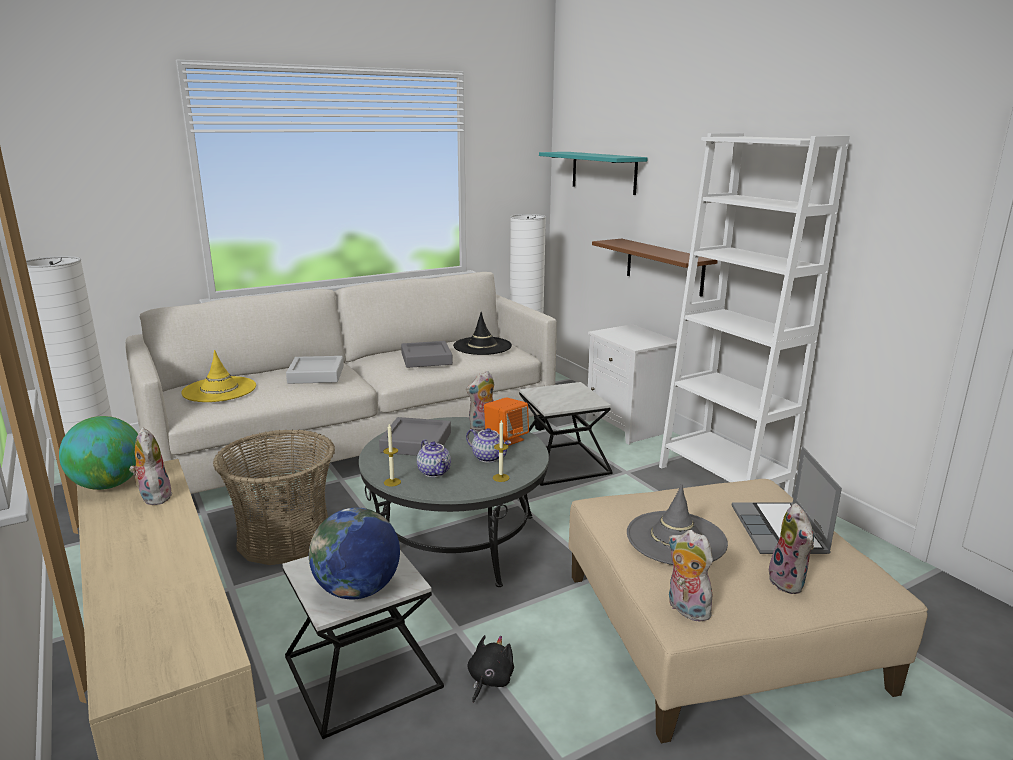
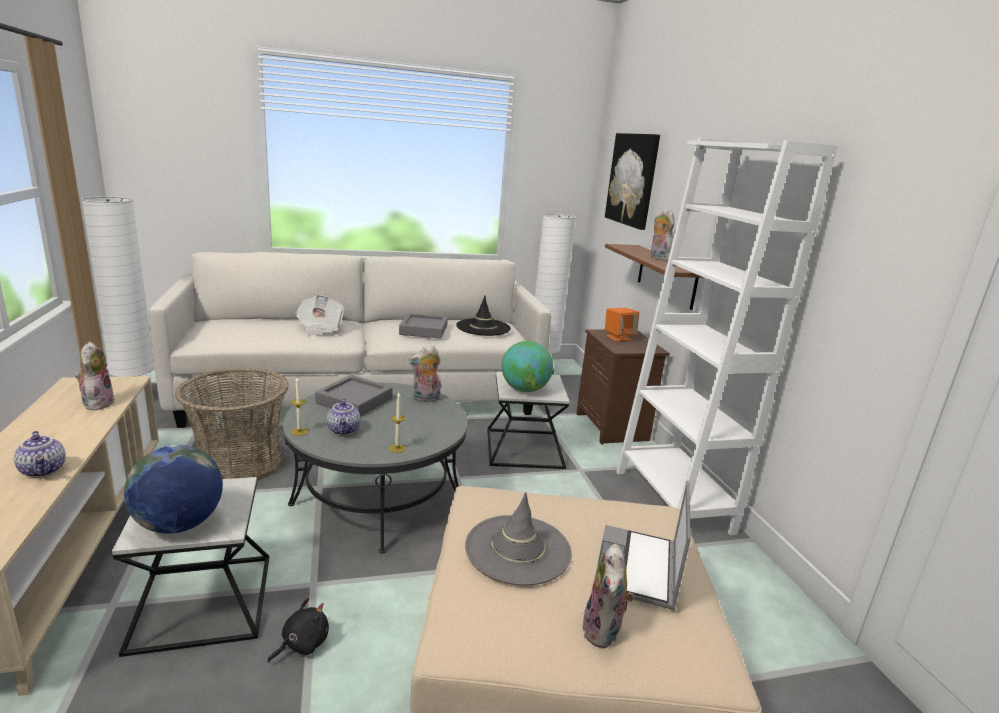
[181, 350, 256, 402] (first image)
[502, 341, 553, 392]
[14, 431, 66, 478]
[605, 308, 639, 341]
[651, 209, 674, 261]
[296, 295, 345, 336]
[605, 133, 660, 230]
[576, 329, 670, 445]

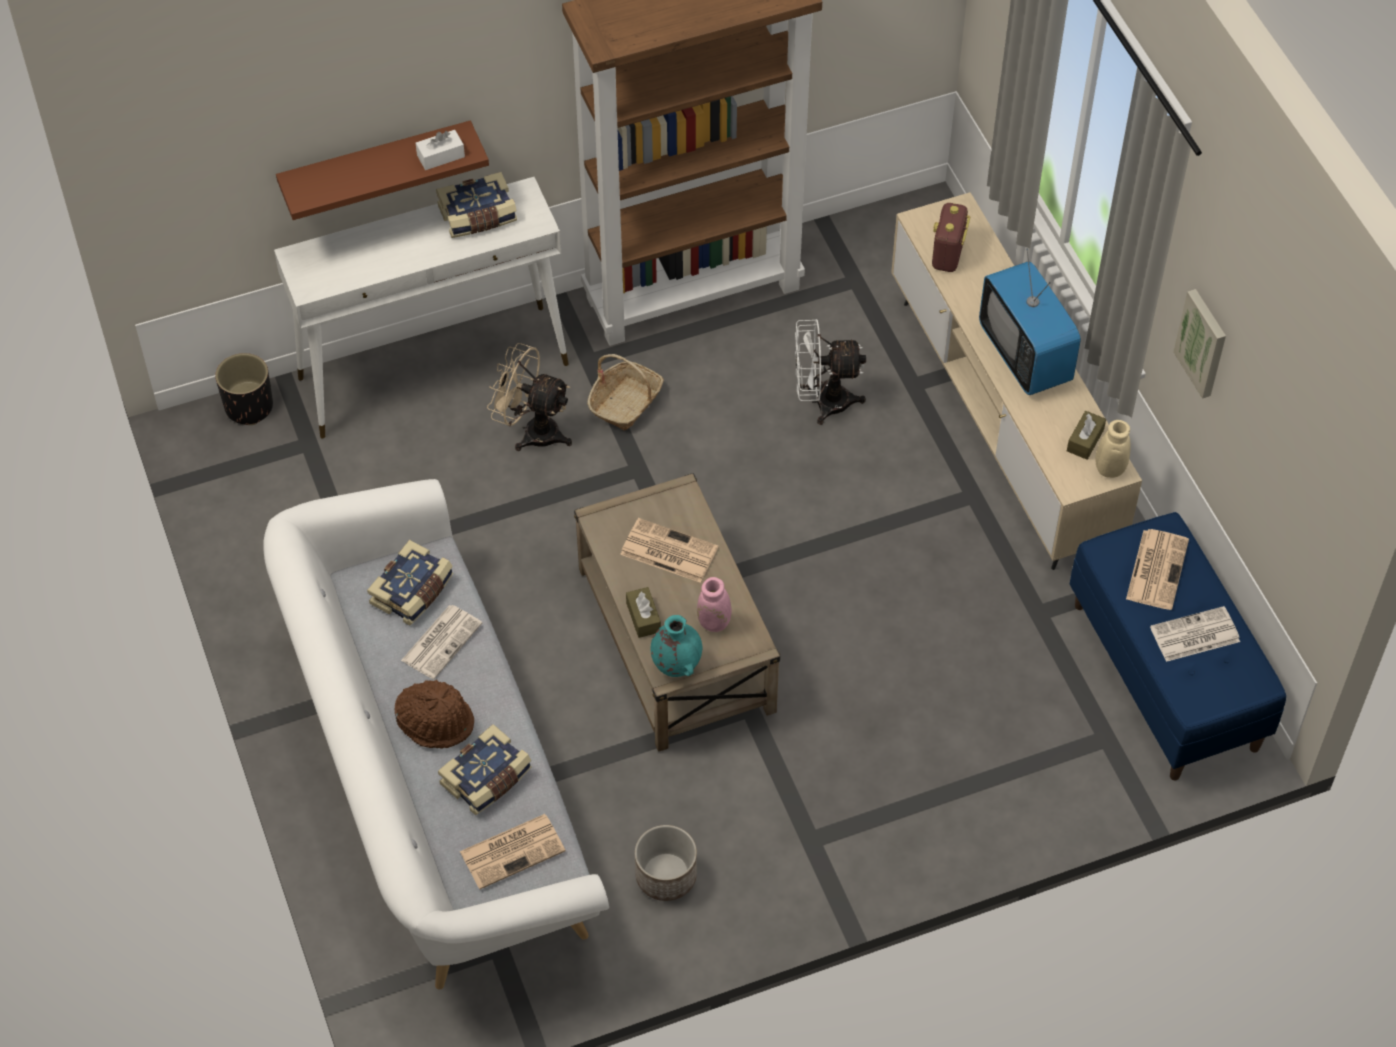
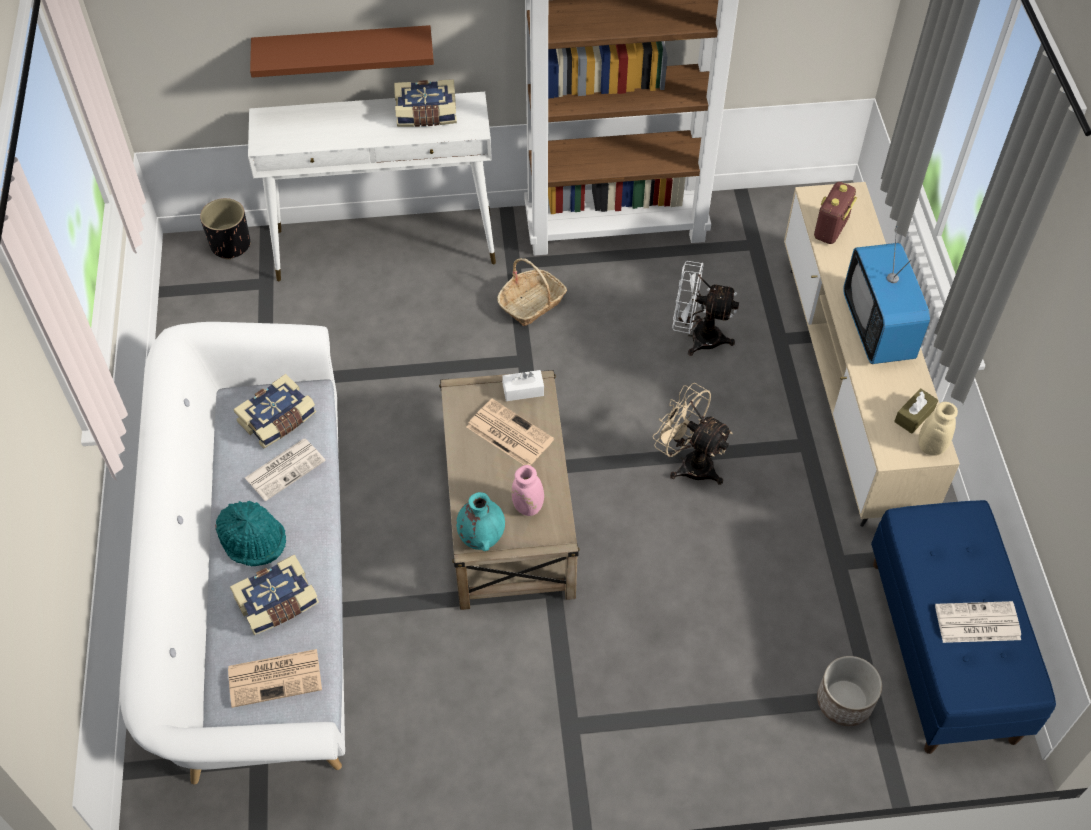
[626, 587, 661, 638] (first image)
[1126, 529, 1189, 610] (first image)
[1173, 289, 1226, 399] (first image)
[502, 370, 544, 401]
[652, 383, 733, 485]
[817, 656, 882, 726]
[215, 500, 286, 566]

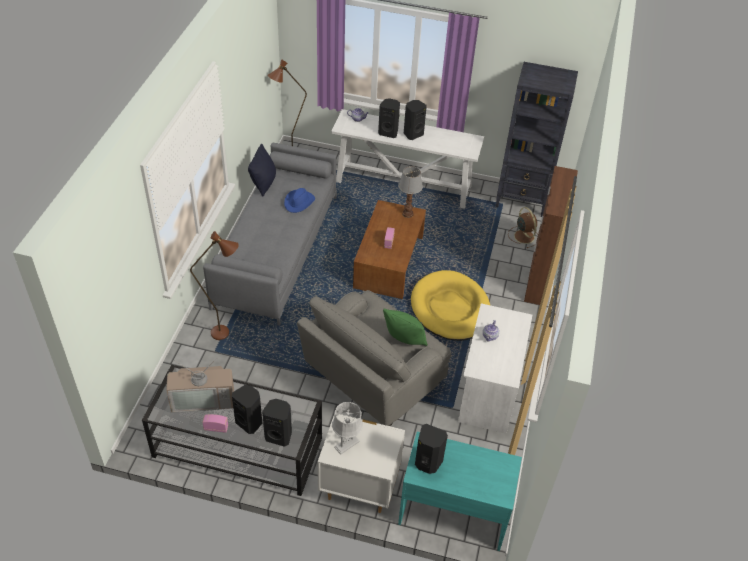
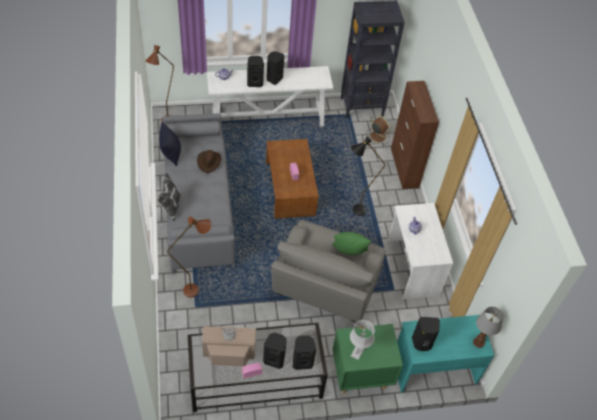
[158, 173, 181, 221]
[473, 307, 503, 348]
[351, 136, 385, 216]
[197, 150, 221, 173]
[332, 324, 403, 393]
[202, 321, 256, 366]

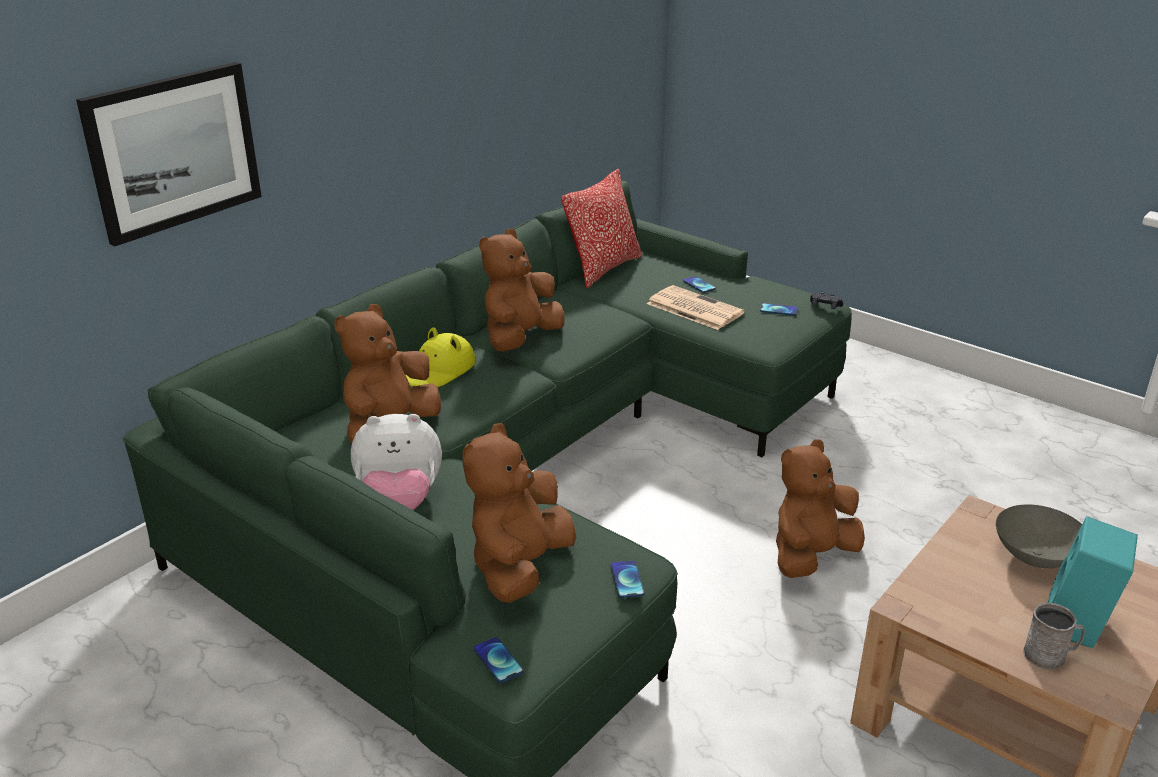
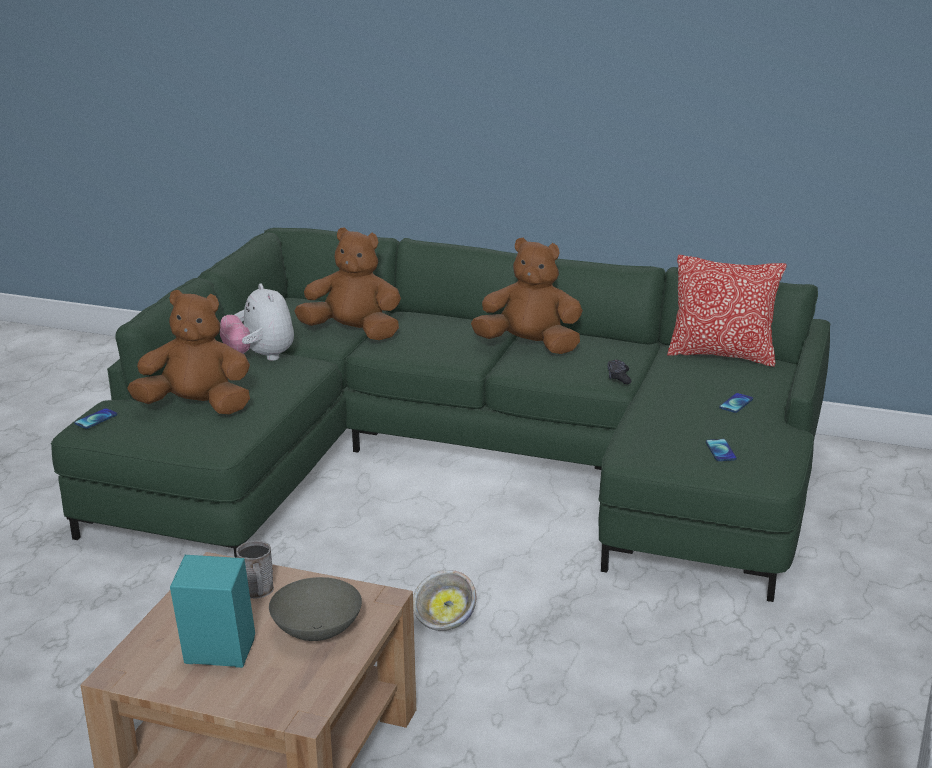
[76, 62, 262, 246] (first image)
[405, 328, 476, 387] (first image)
[611, 560, 645, 598] (first image)
[647, 285, 745, 330] (first image)
[608, 360, 632, 384]
[236, 540, 274, 599]
[413, 570, 476, 631]

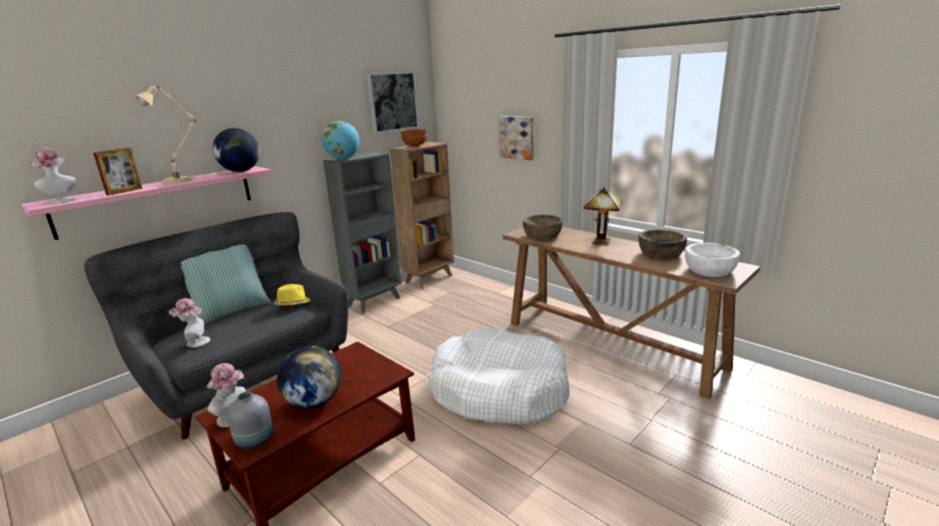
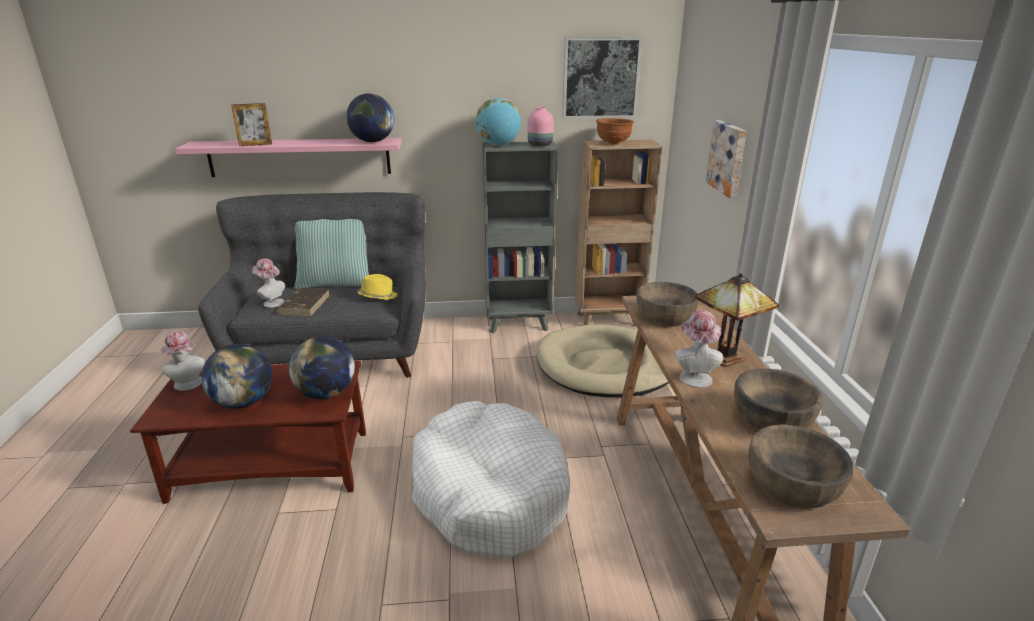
[135, 85, 196, 184] (first image)
[227, 392, 273, 450] (first image)
[276, 288, 330, 316]
[289, 336, 355, 399]
[528, 107, 554, 146]
[536, 325, 669, 397]
[675, 310, 723, 388]
[748, 424, 853, 509]

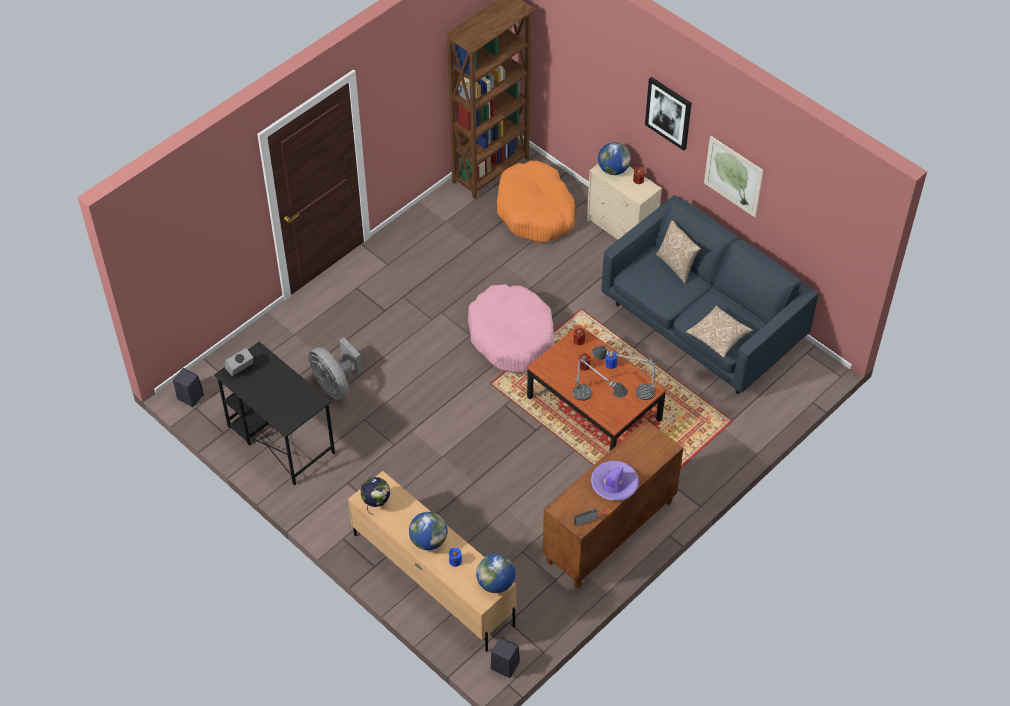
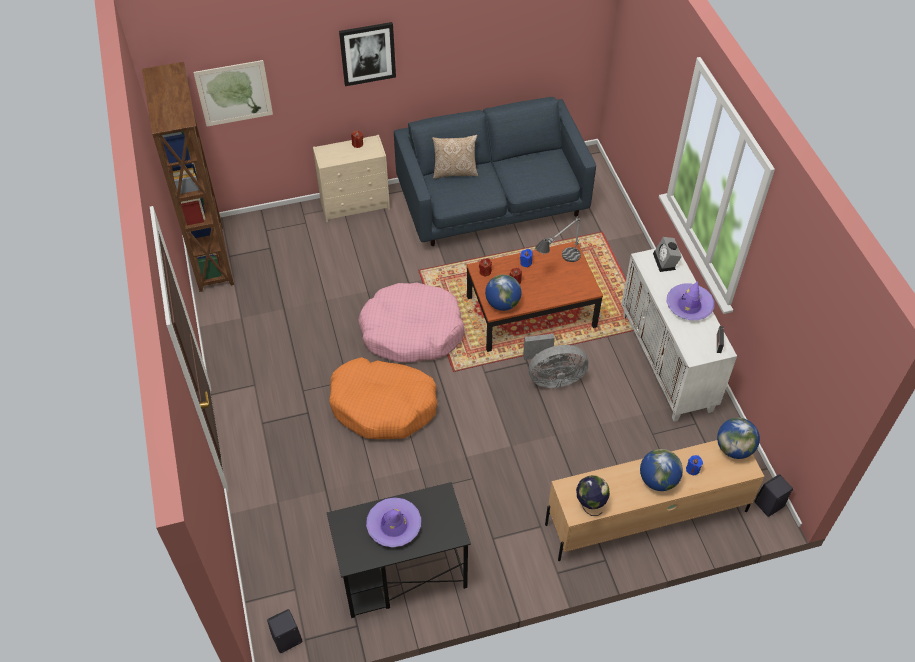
[573, 358, 628, 401] (first image)
[686, 305, 753, 358] (first image)
[366, 497, 421, 547]
[653, 237, 682, 272]
[523, 334, 588, 388]
[329, 357, 438, 439]
[485, 274, 522, 311]
[193, 60, 273, 127]
[621, 249, 737, 421]

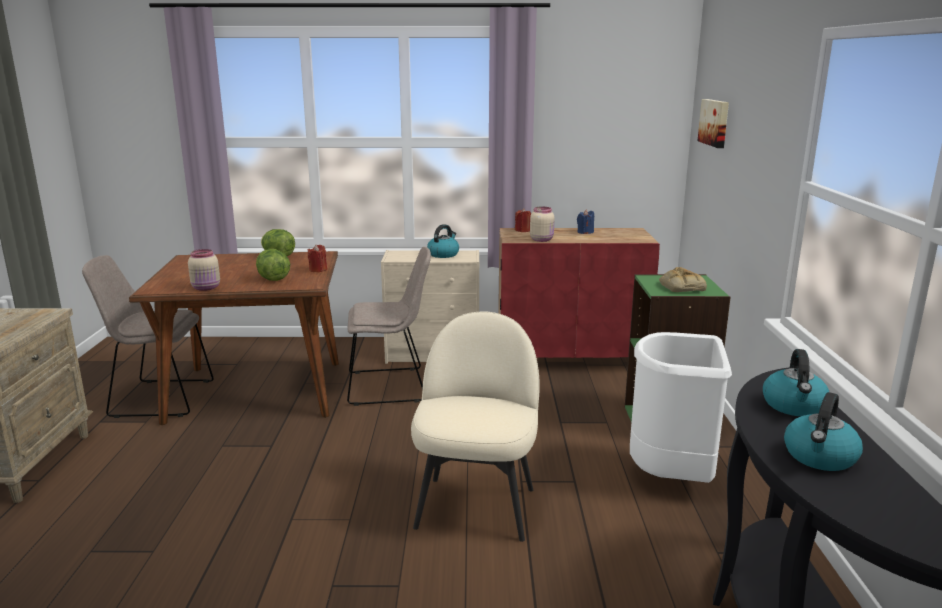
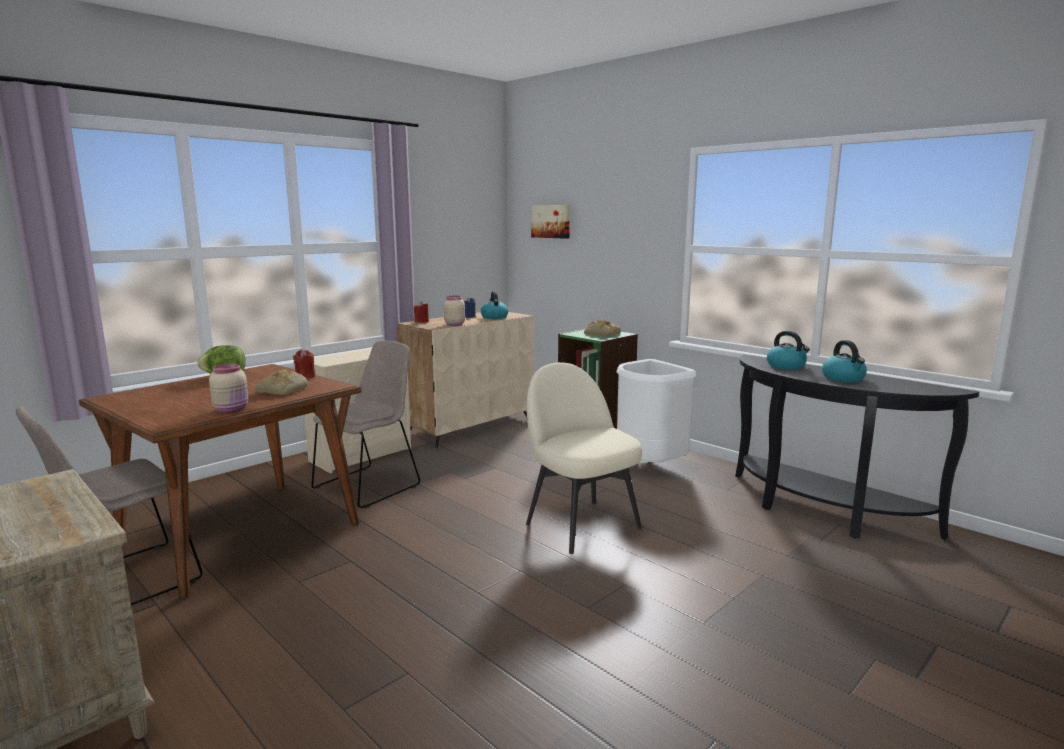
[481, 291, 508, 319]
[255, 369, 308, 395]
[397, 312, 535, 448]

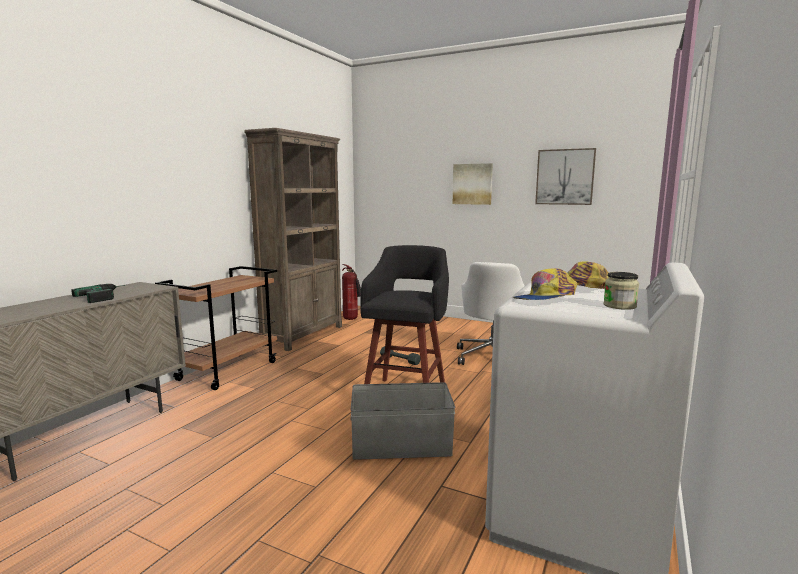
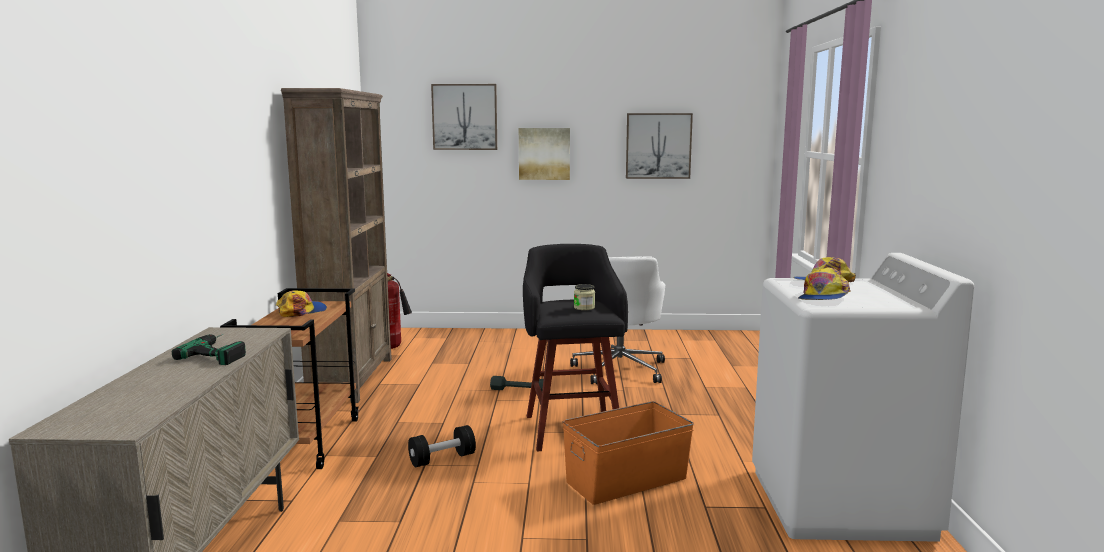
[276, 290, 327, 317]
[408, 425, 476, 467]
[431, 84, 497, 150]
[574, 284, 595, 310]
[562, 401, 694, 505]

